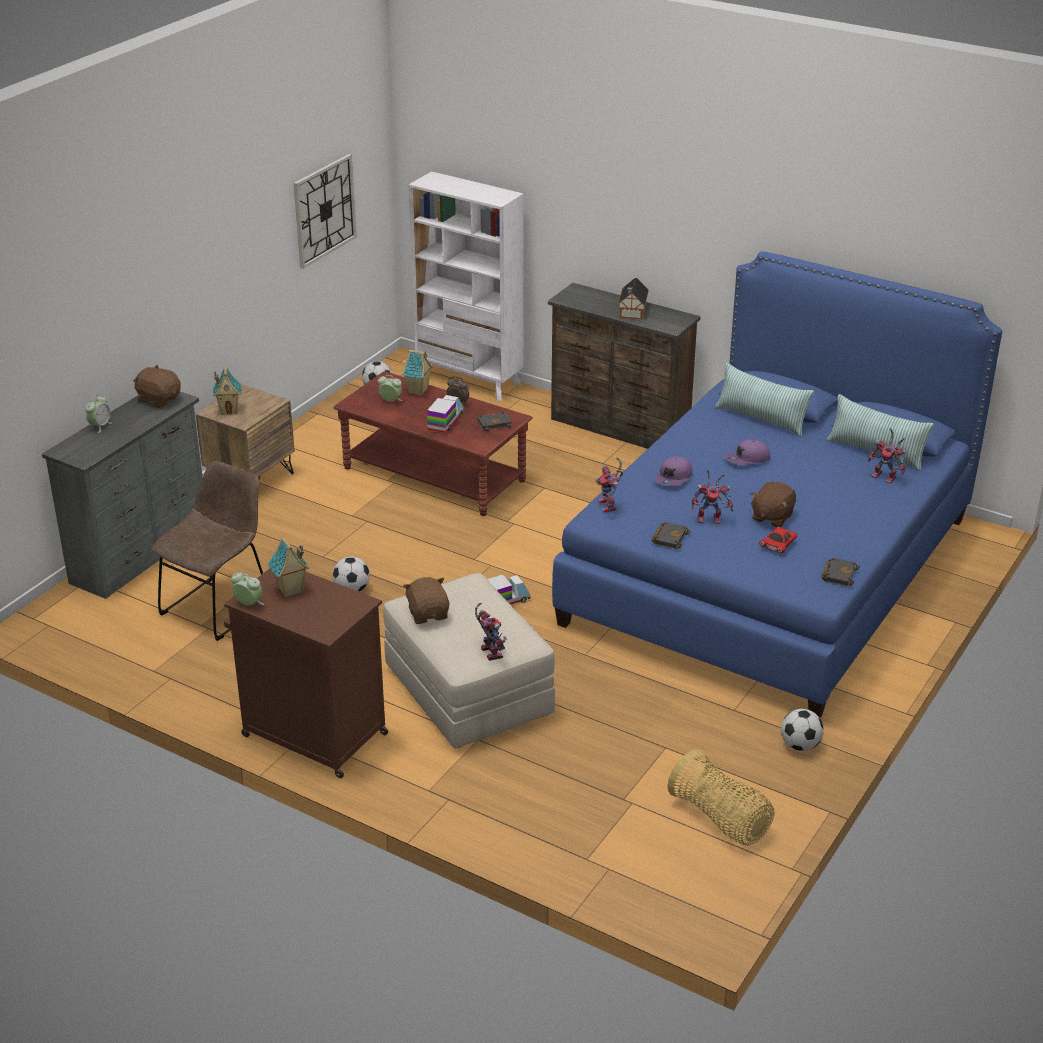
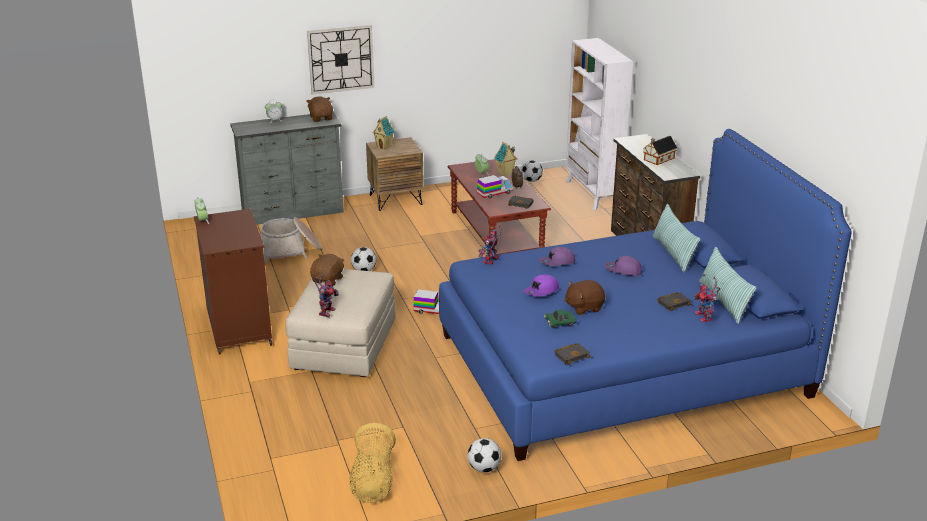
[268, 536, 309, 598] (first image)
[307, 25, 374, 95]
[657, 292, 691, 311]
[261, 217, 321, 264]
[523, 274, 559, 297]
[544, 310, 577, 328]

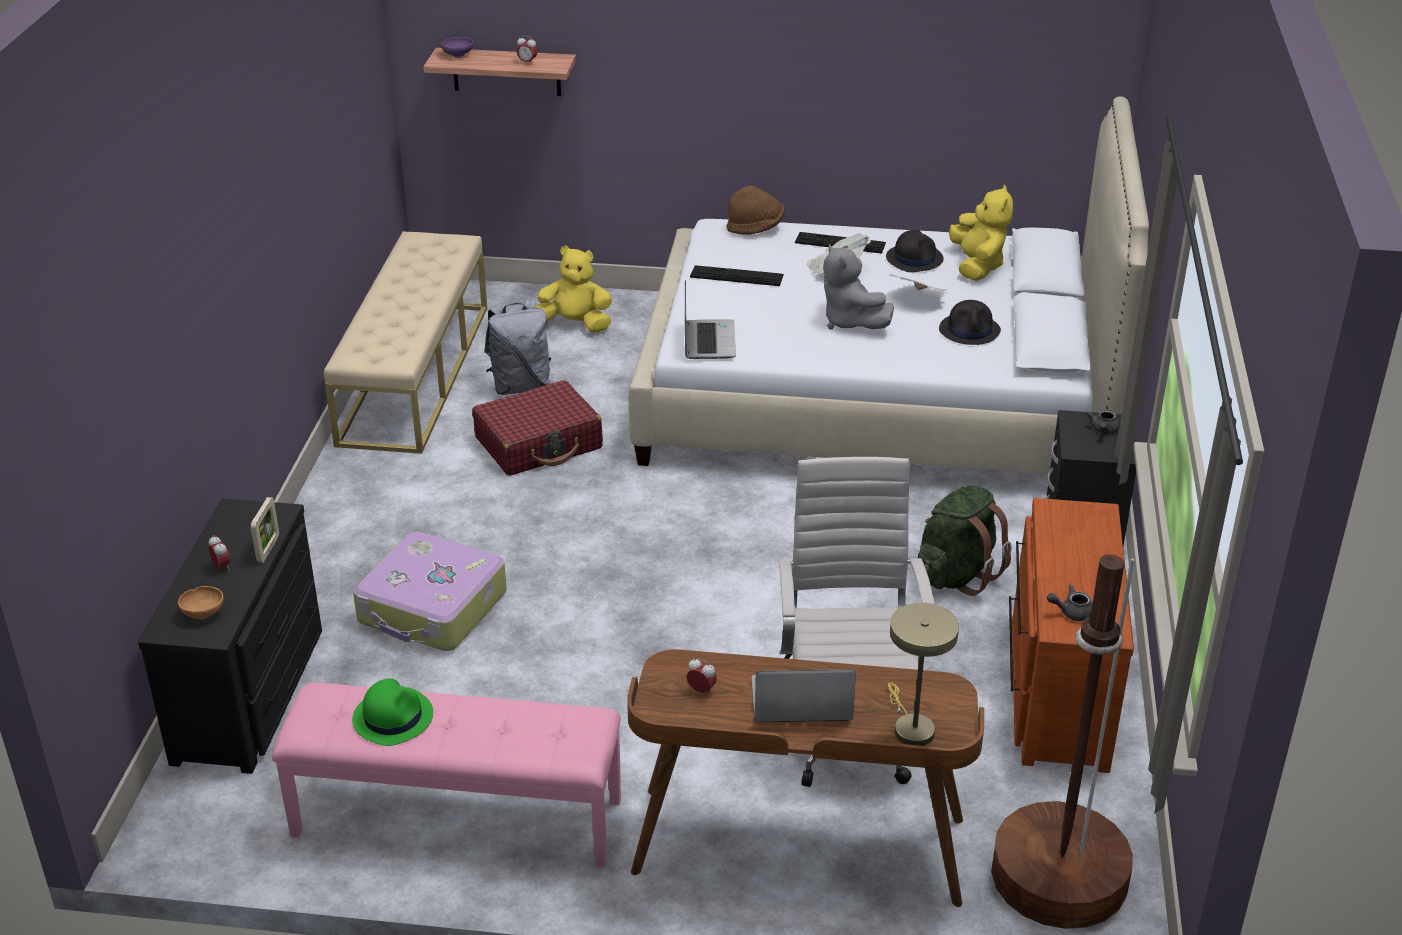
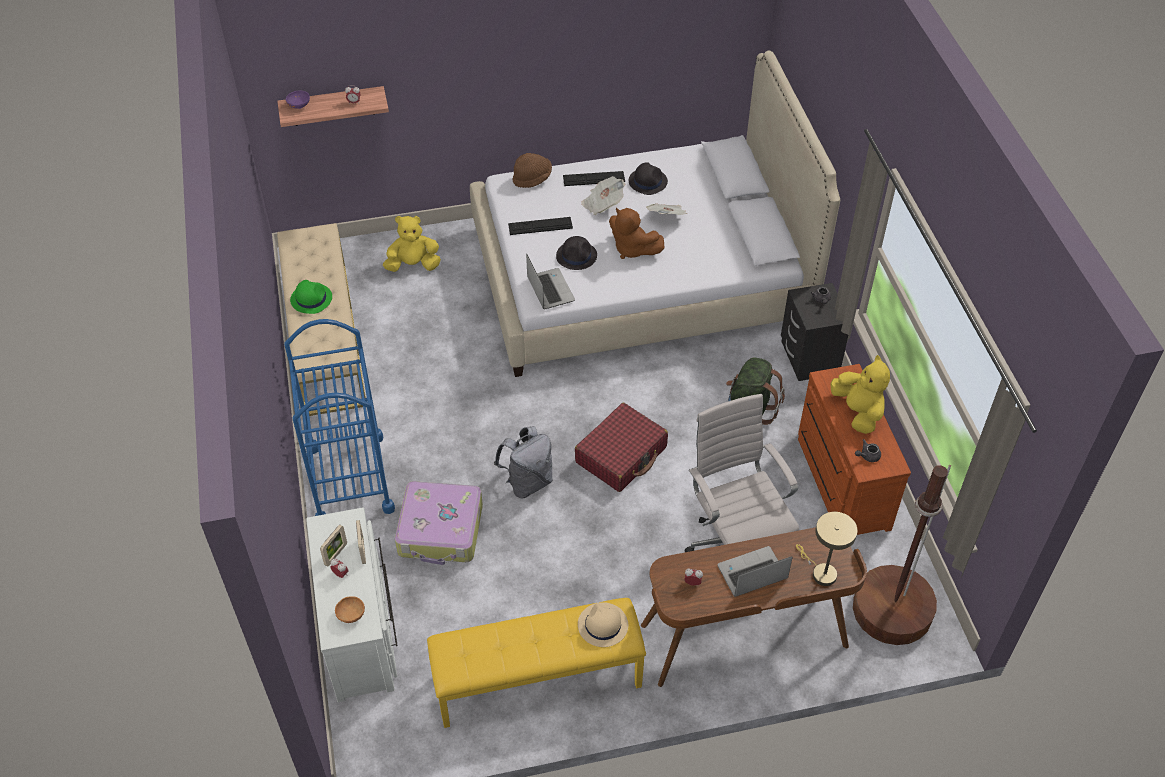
[284, 319, 395, 516]
[320, 525, 347, 566]
[578, 602, 628, 647]
[290, 280, 332, 314]
[575, 403, 668, 492]
[494, 426, 553, 498]
[556, 236, 597, 270]
[831, 355, 890, 434]
[306, 507, 398, 702]
[427, 598, 646, 728]
[609, 208, 665, 259]

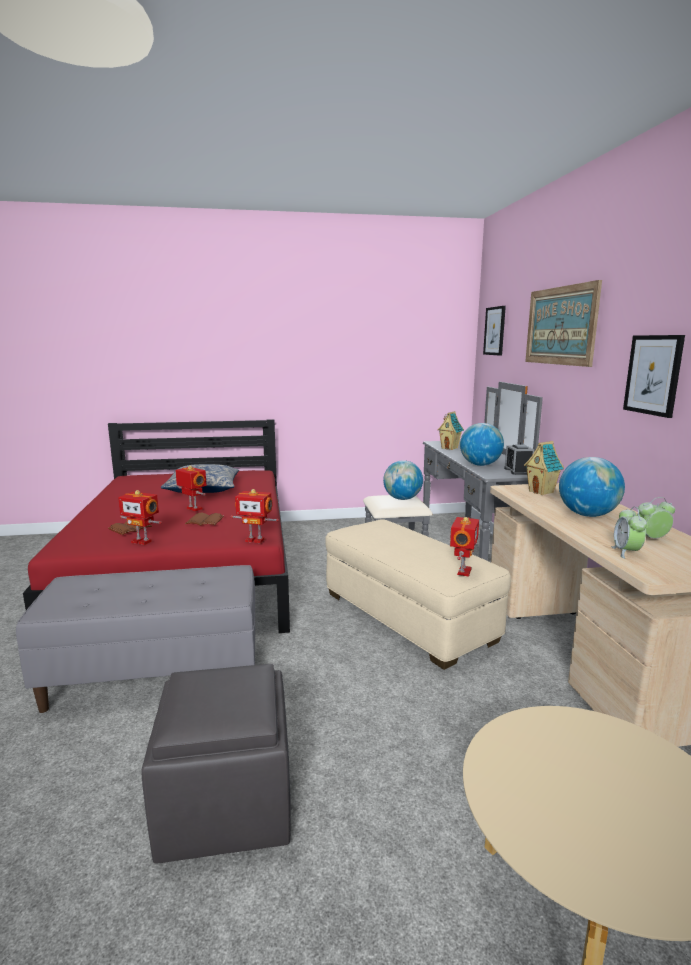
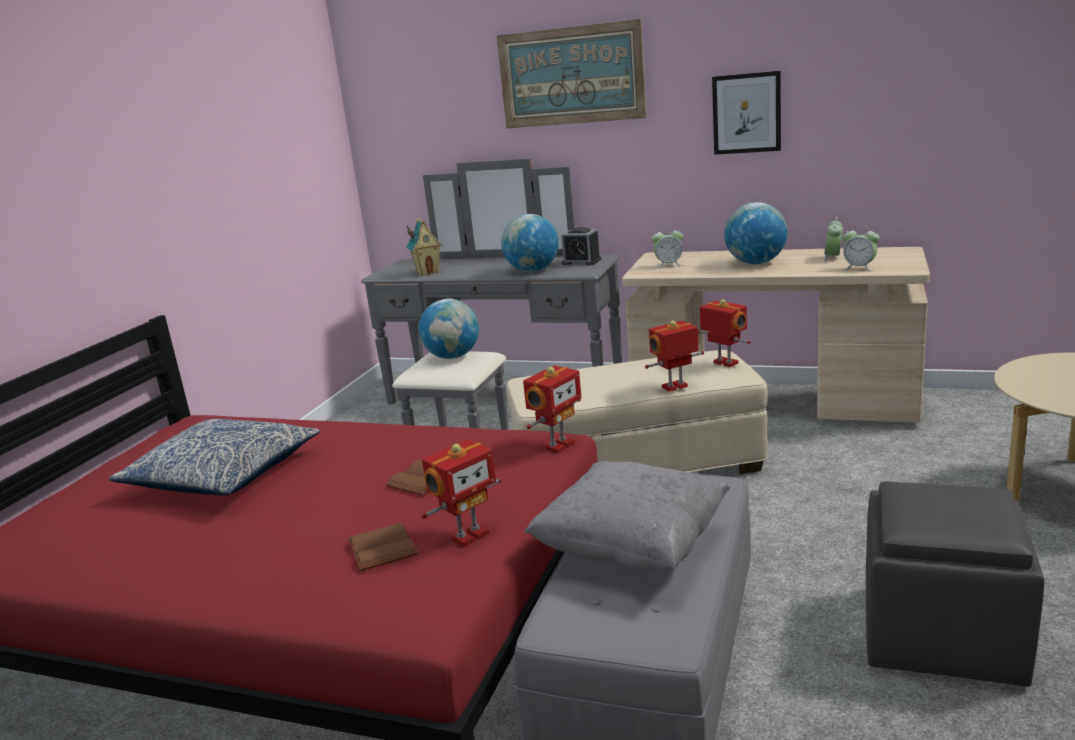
[483, 306, 506, 356] (first image)
[524, 461, 731, 573]
[645, 320, 704, 392]
[651, 226, 683, 268]

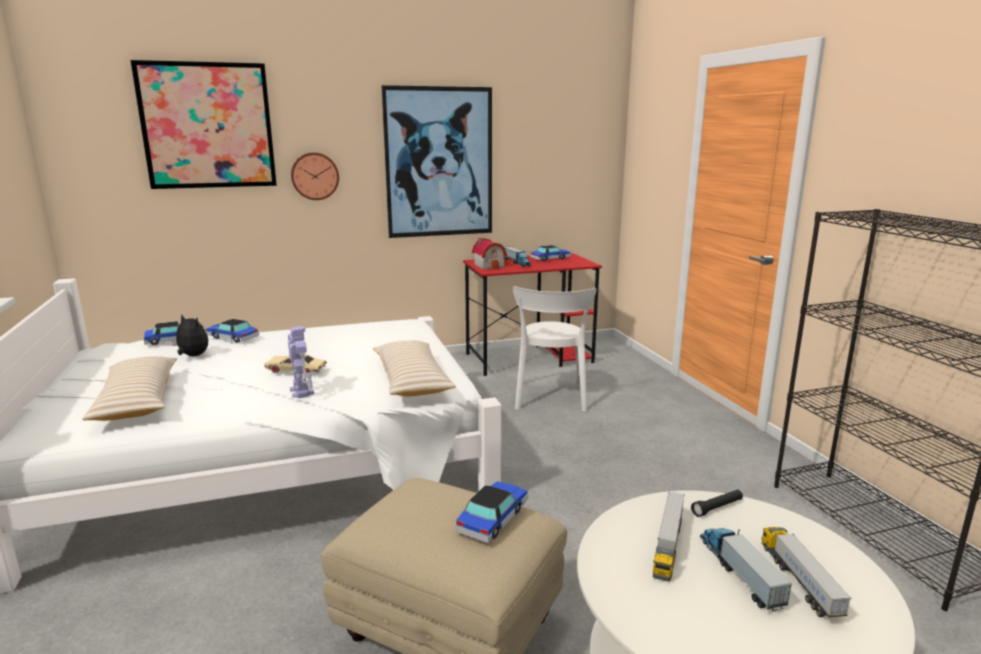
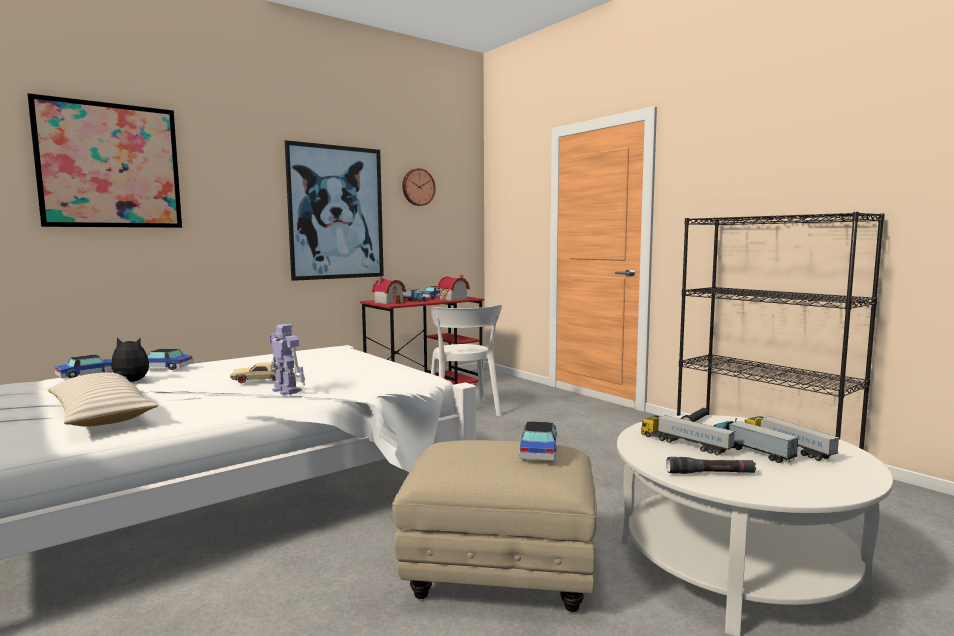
[373, 340, 456, 397] (first image)
[437, 275, 470, 301]
[666, 457, 756, 474]
[402, 168, 436, 206]
[641, 415, 735, 456]

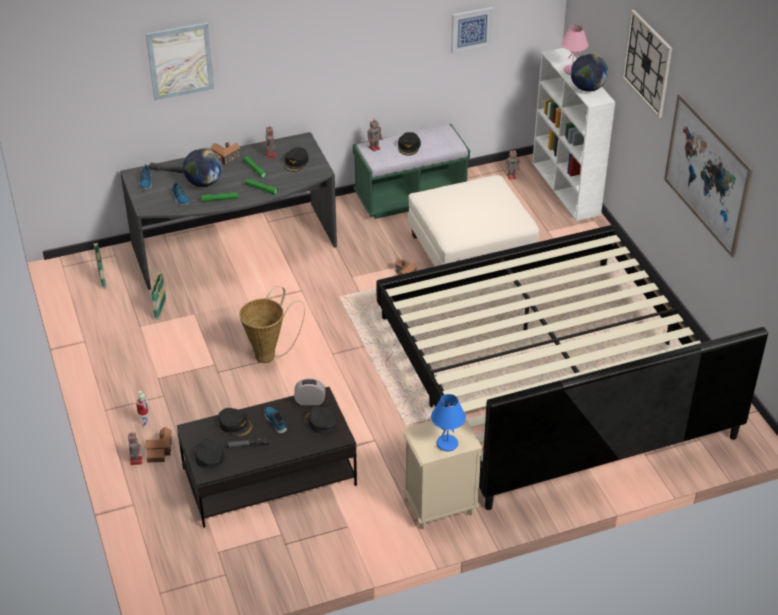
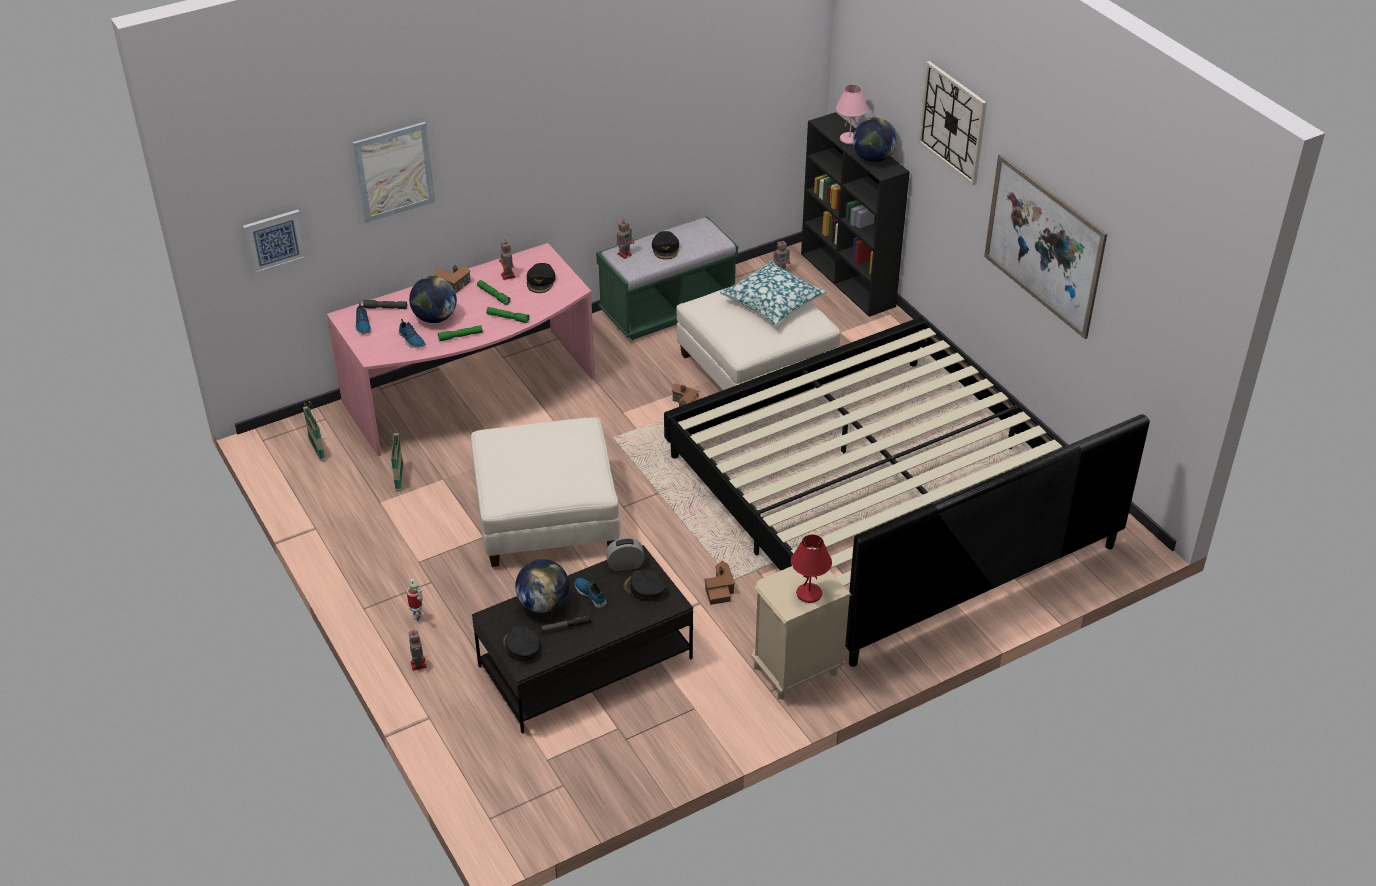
[720, 260, 826, 326]
[704, 561, 735, 605]
[243, 210, 308, 275]
[515, 559, 570, 613]
[471, 417, 621, 567]
[327, 243, 595, 456]
[791, 534, 832, 603]
[801, 112, 909, 317]

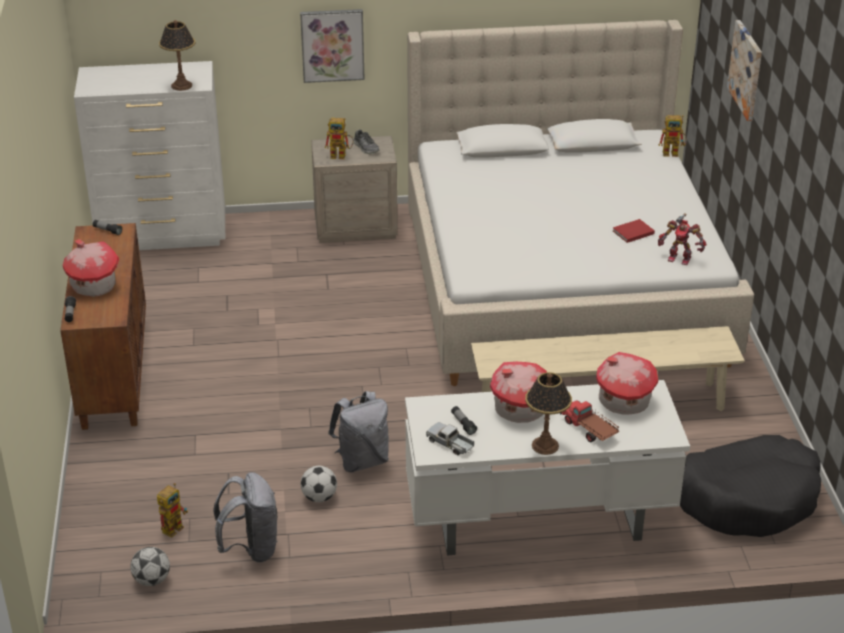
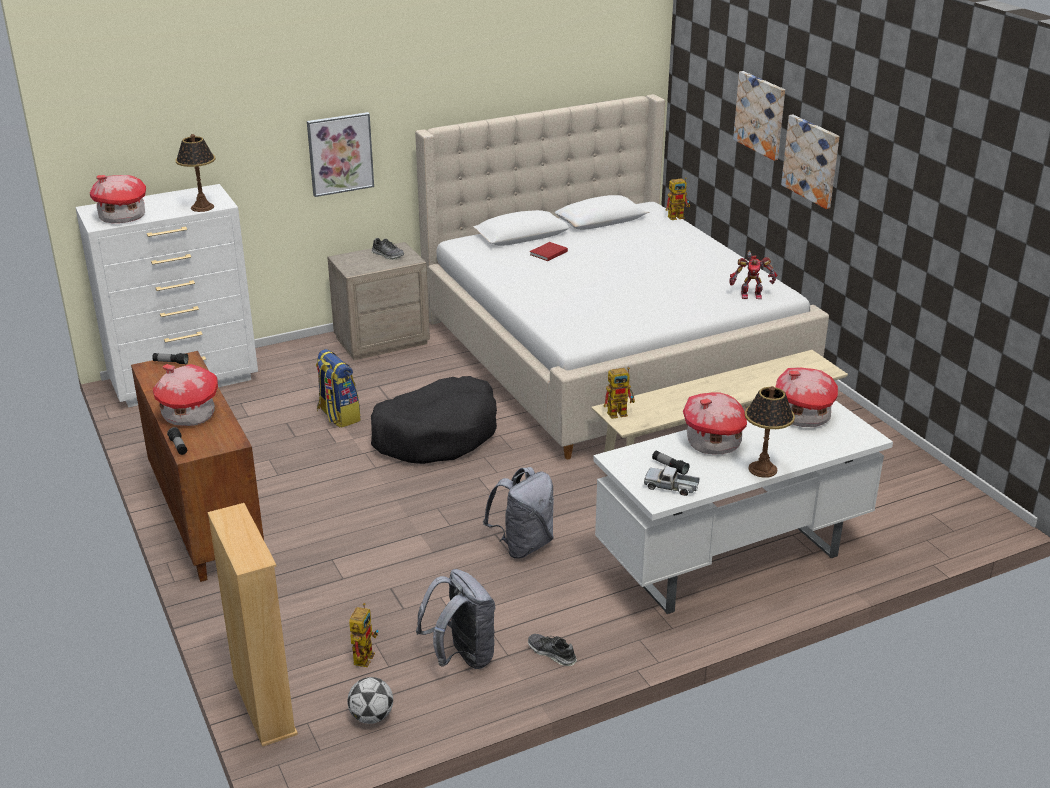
[301, 466, 337, 502] (first image)
[560, 400, 619, 442] (first image)
[90, 175, 146, 223]
[207, 503, 298, 747]
[316, 349, 361, 428]
[528, 634, 577, 666]
[781, 115, 840, 209]
[604, 367, 635, 419]
[530, 242, 568, 261]
[371, 376, 497, 464]

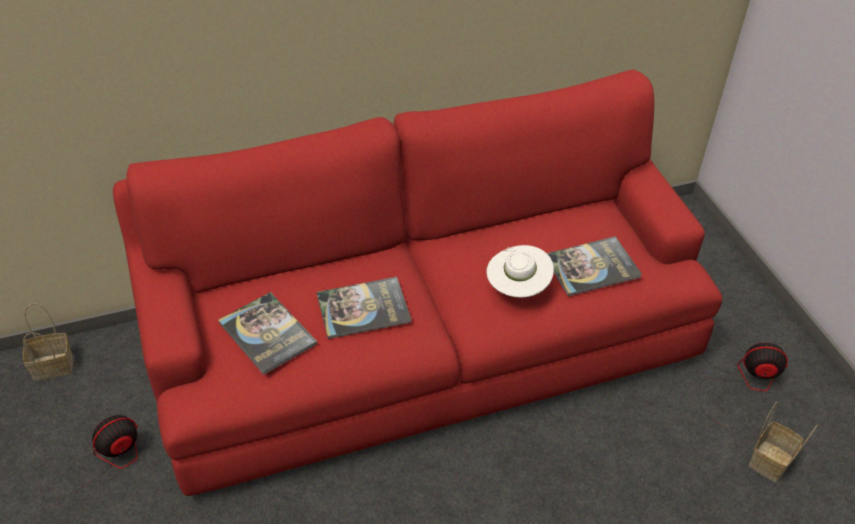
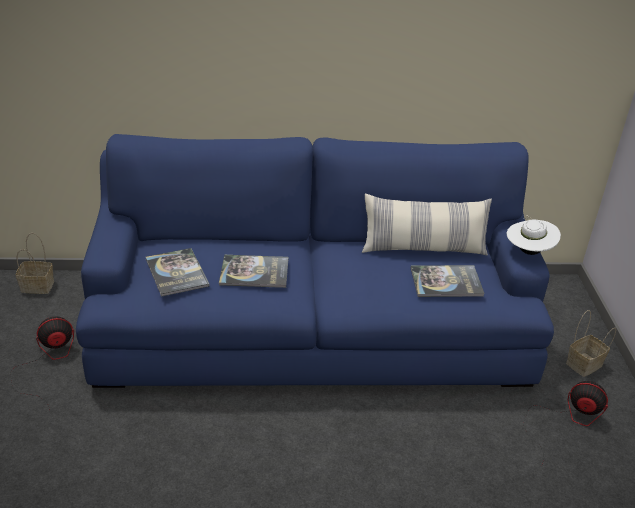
[362, 194, 492, 255]
[507, 215, 561, 255]
[566, 310, 616, 377]
[76, 134, 554, 388]

